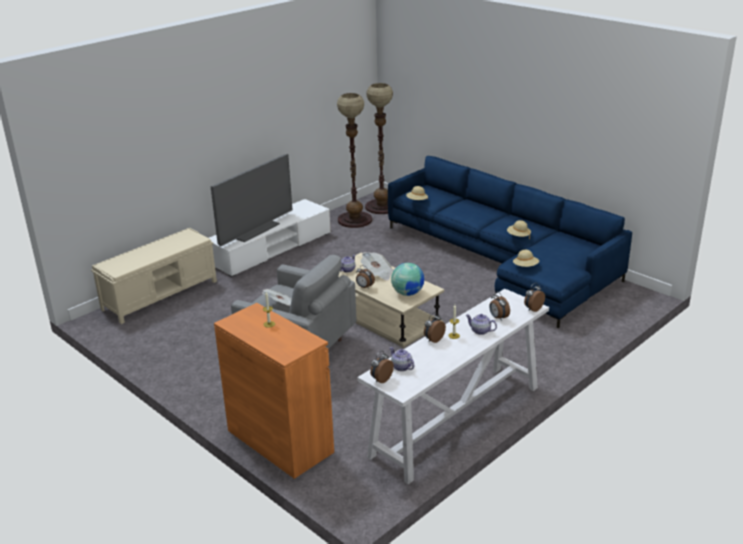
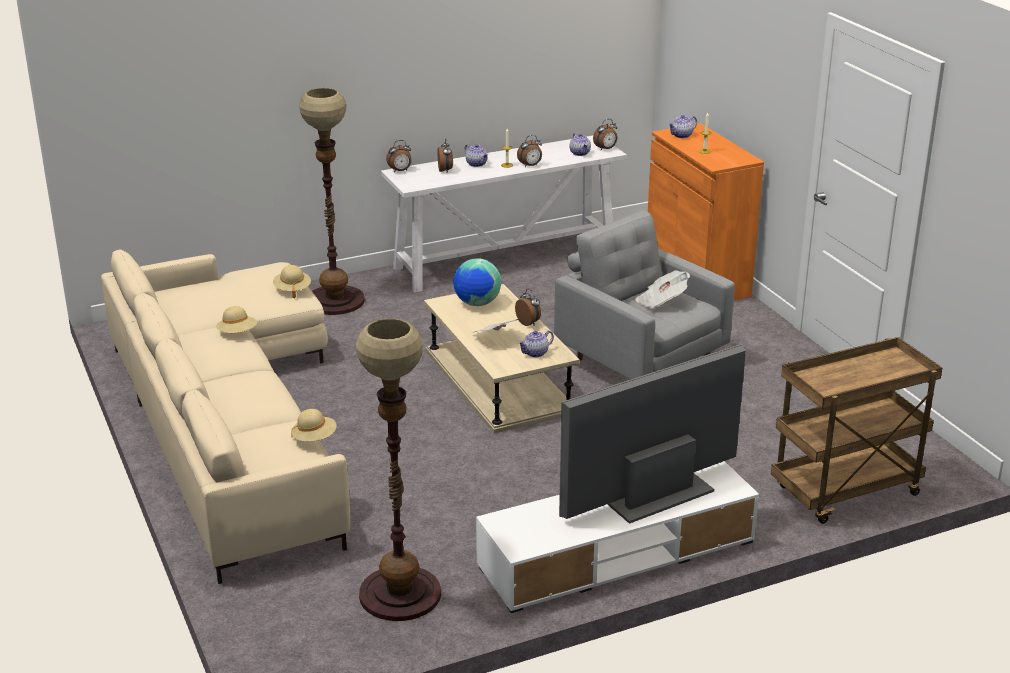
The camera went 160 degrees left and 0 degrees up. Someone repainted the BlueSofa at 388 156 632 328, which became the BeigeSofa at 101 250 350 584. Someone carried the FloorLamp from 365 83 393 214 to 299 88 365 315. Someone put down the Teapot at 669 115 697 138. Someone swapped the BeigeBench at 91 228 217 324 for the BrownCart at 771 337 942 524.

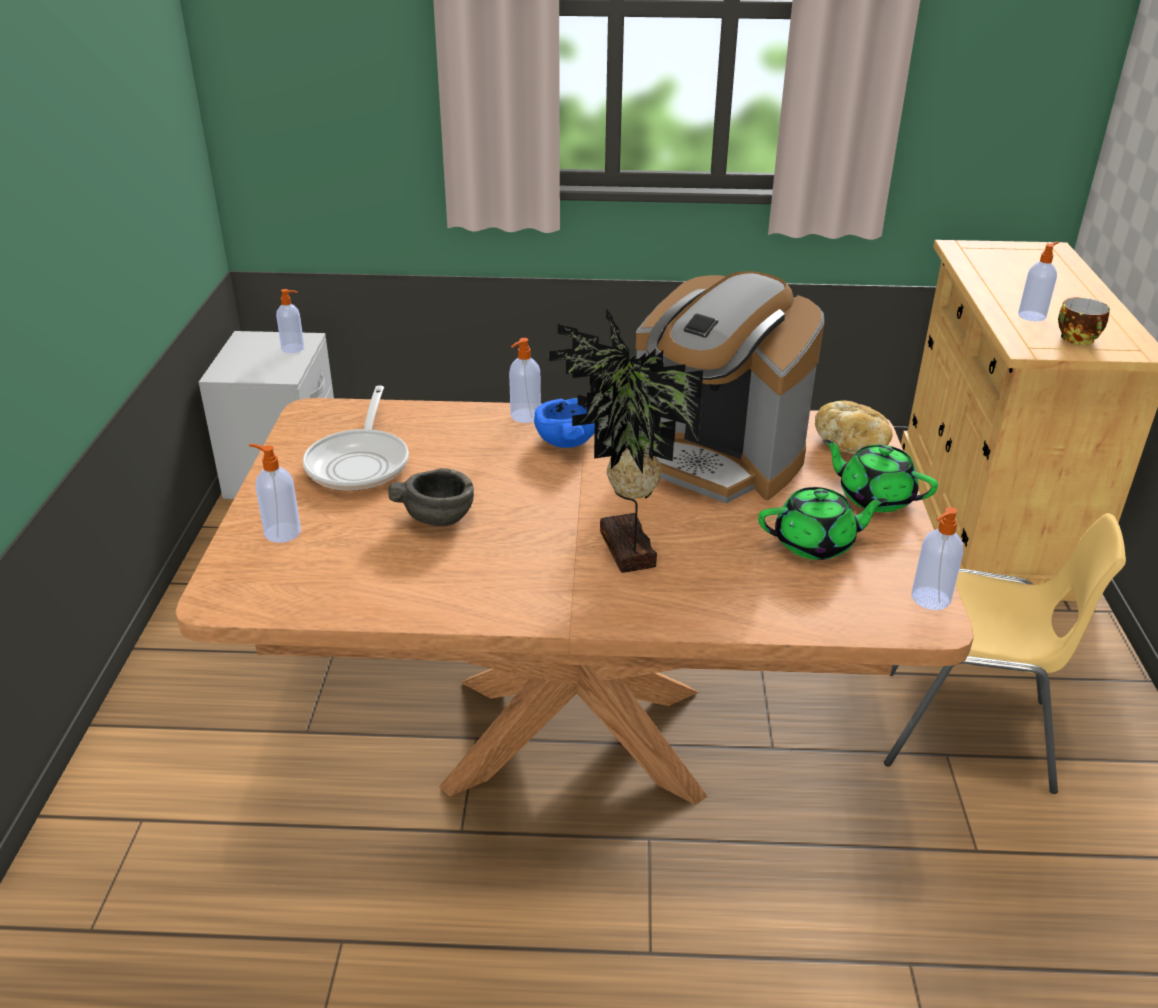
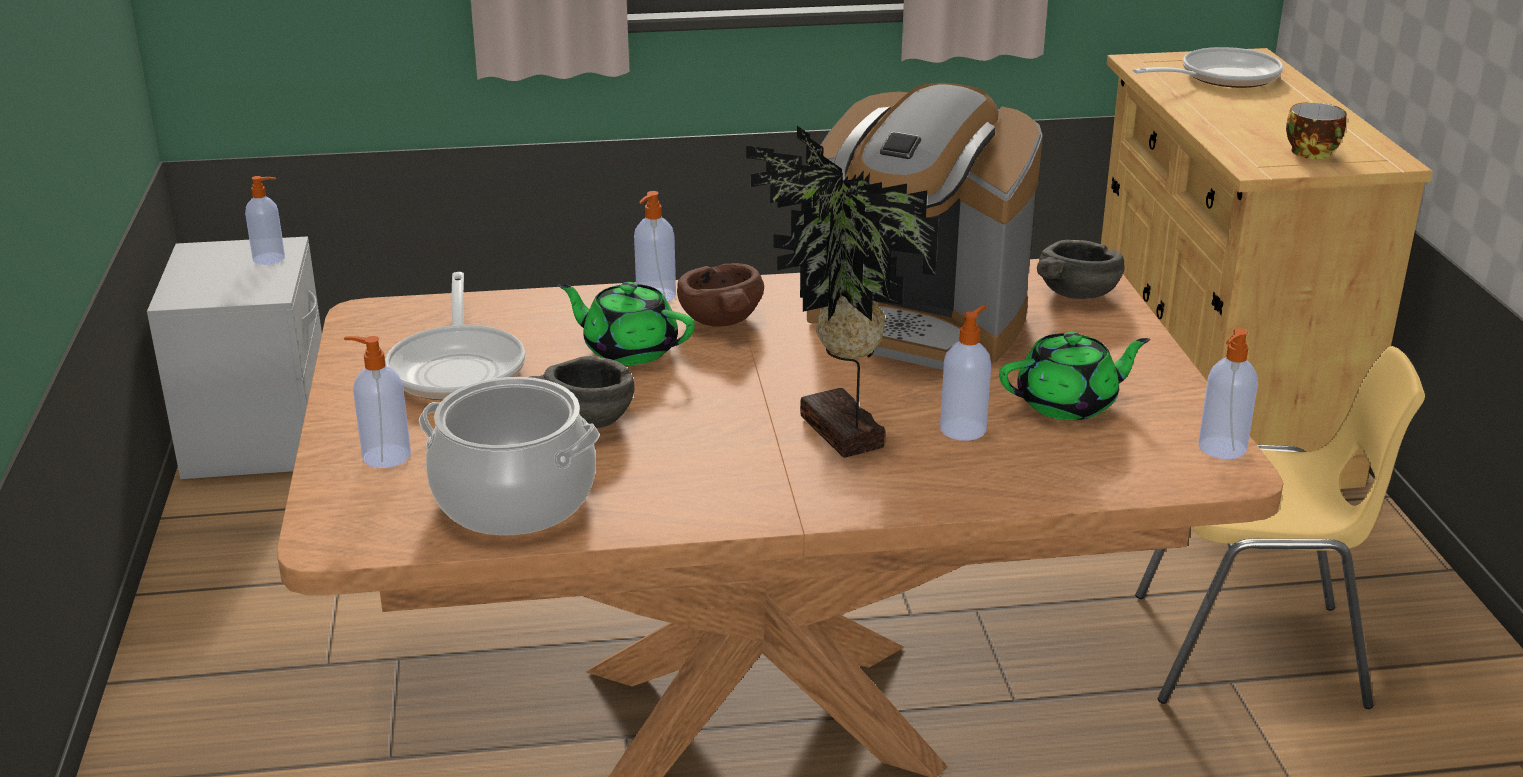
The camera went 10 degrees left and 5 degrees down. Someone put down the CookingPot at 419 377 600 535. Someone carried the GreenTeapot from 823 439 938 512 to 558 282 695 365. Someone repainted the BlueBowl at 534 398 595 448, which became the BrownBowl at 677 263 764 327. Someone carried the SoapDispenser from 1018 241 1059 321 to 940 305 991 441. Someone swapped the Bread at 815 401 893 454 for the GreyBowl at 1037 240 1124 299. Someone put down the FryingPan at 1133 47 1283 88.

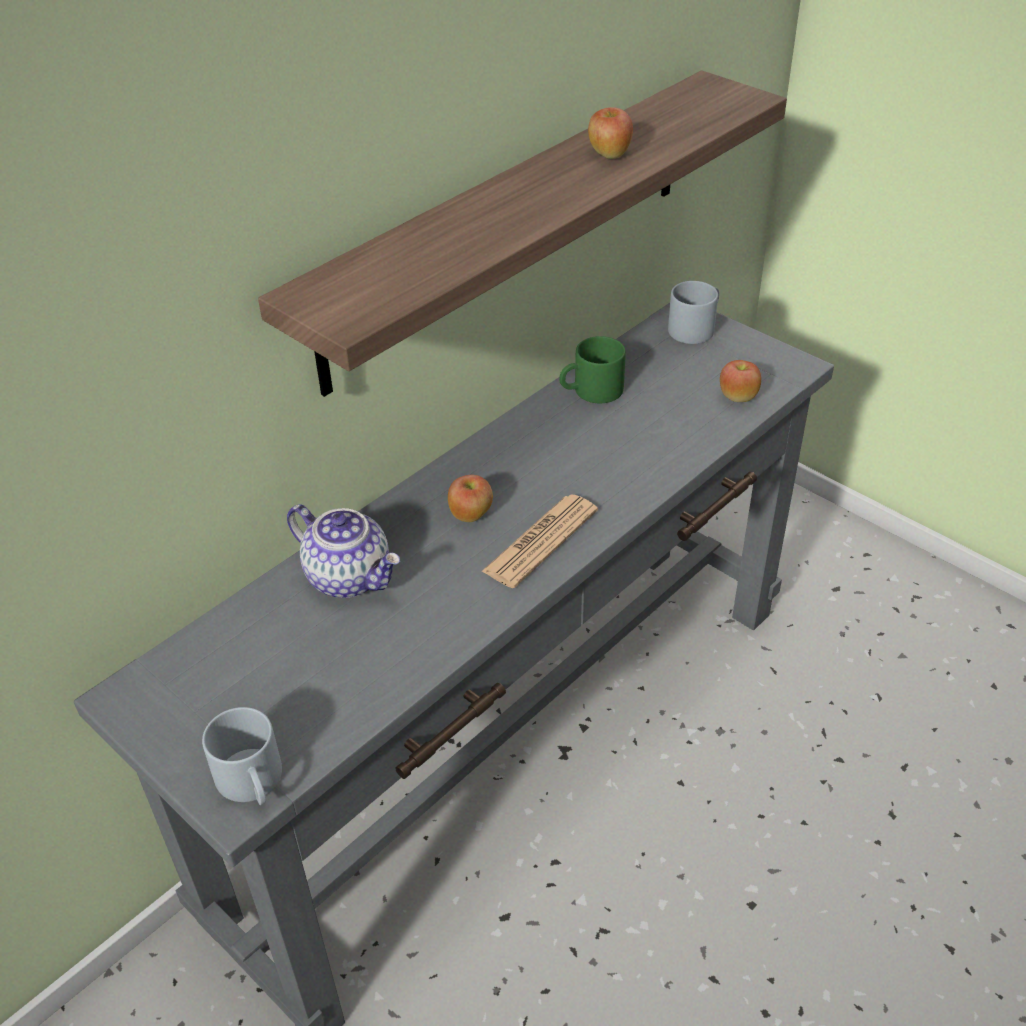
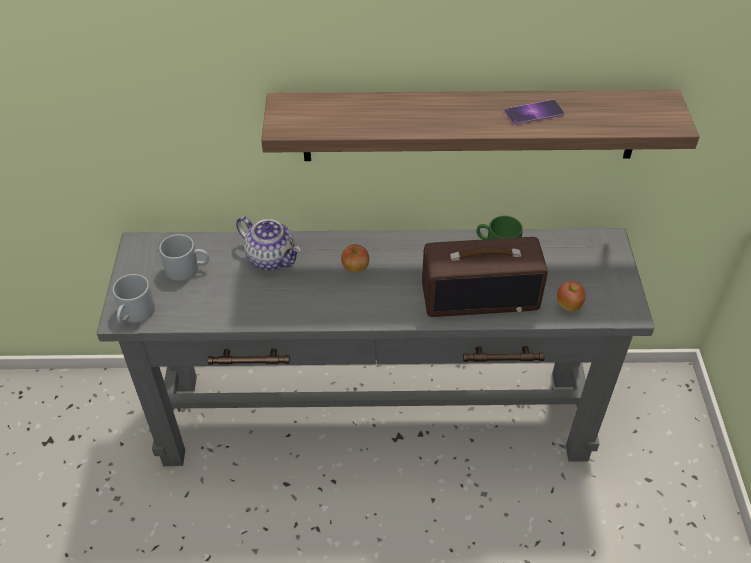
The camera went 45 degrees right and 5 degrees up. Someone carried the GreyMug from 668 281 719 344 to 159 234 209 281. Someone rotated the Teapot at 287 504 400 598 by 45 degrees counterclockwise. Someone put down the Radio at 422 237 548 317. Someone swapped the Apple at 588 107 633 159 for the Phone at 504 100 565 125. Someone took away the Newspaper at 481 494 598 588.

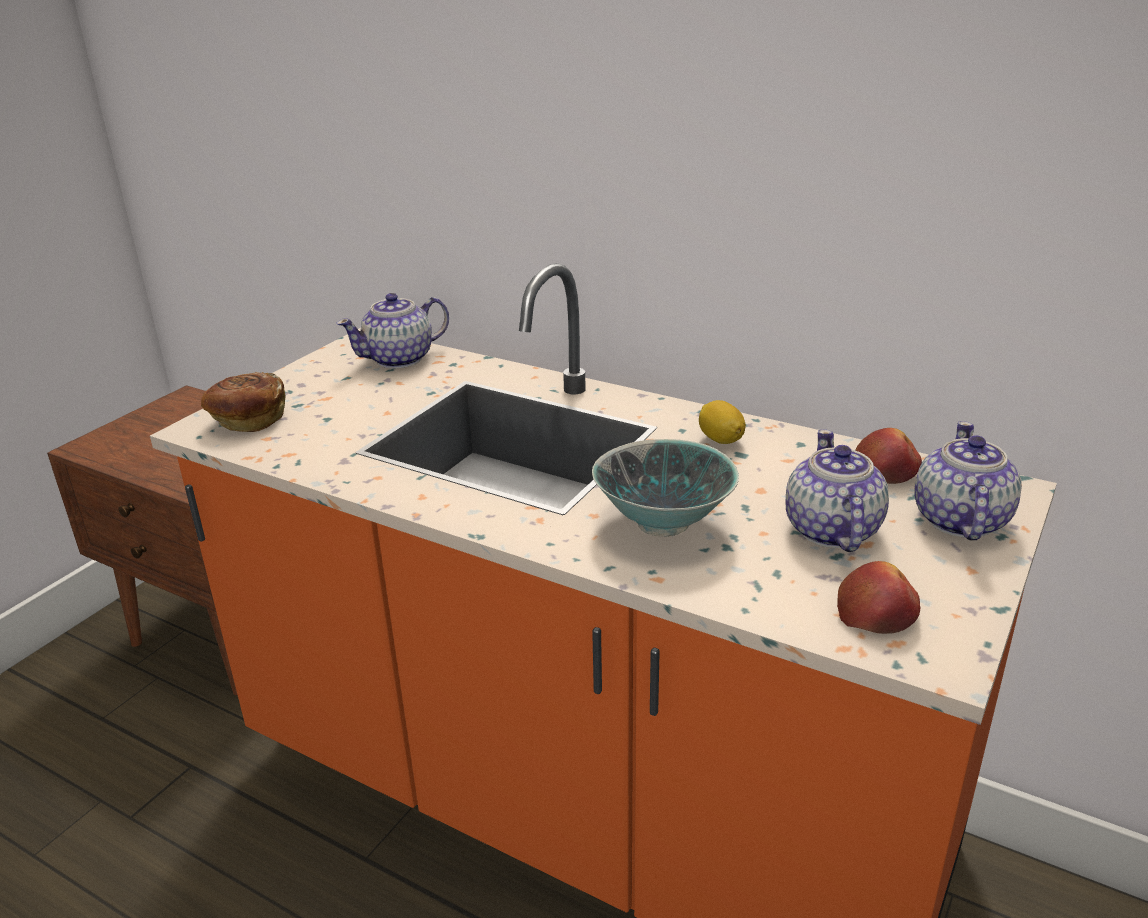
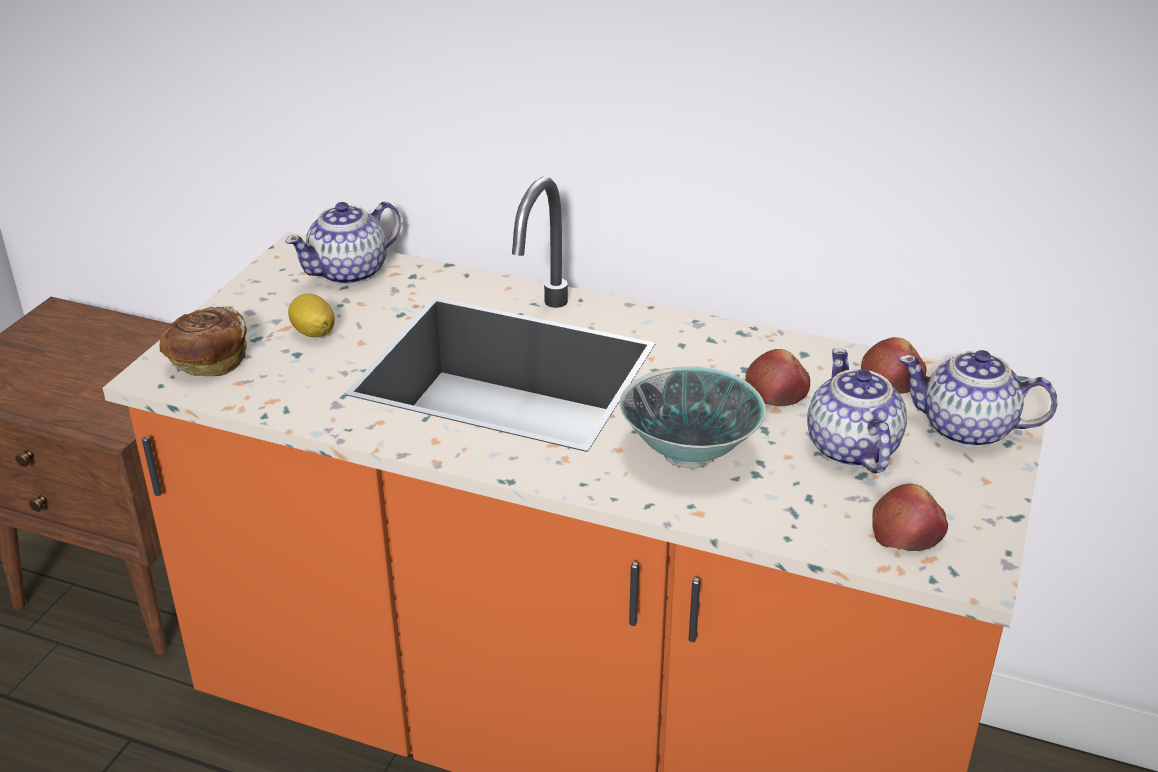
The camera went 10 degrees left and 5 degrees up. Someone carried the Lemon from 699 400 746 444 to 288 293 335 338. Someone put down the Apple at 745 349 810 406. Someone rotated the Teapot at 914 421 1022 540 by 75 degrees counterclockwise.

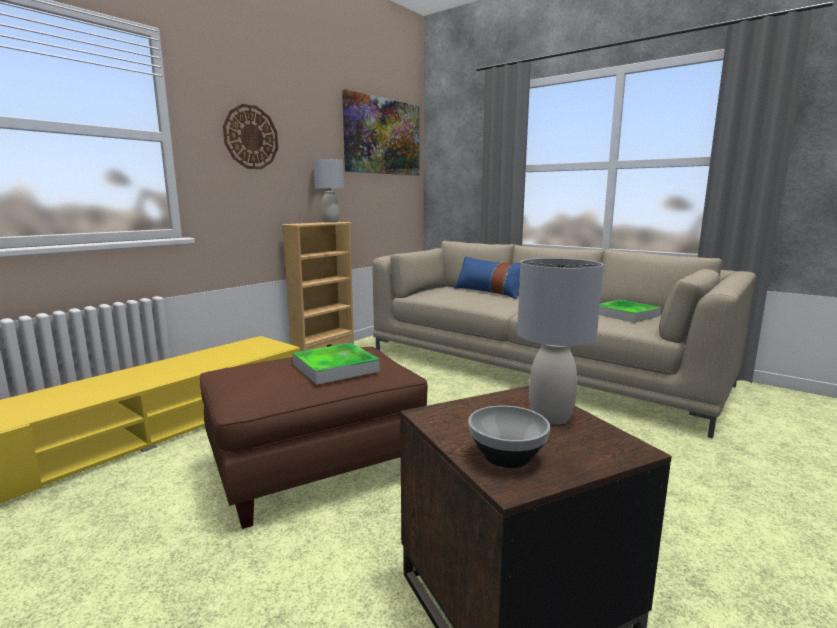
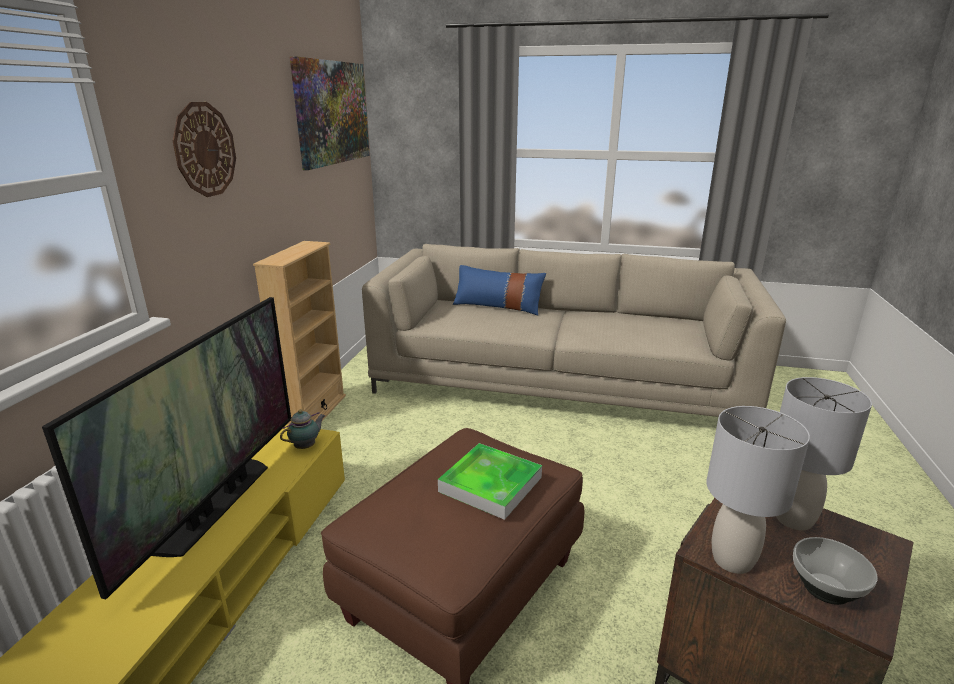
The camera went 25 degrees left and 10 degrees up. Someone put down the Television at 42 297 291 599. Someone put down the Teapot at 280 410 325 449. Someone carried the GreyTableLamp from 313 159 344 223 to 706 406 810 574. Someone took away the Tray at 599 300 662 323.

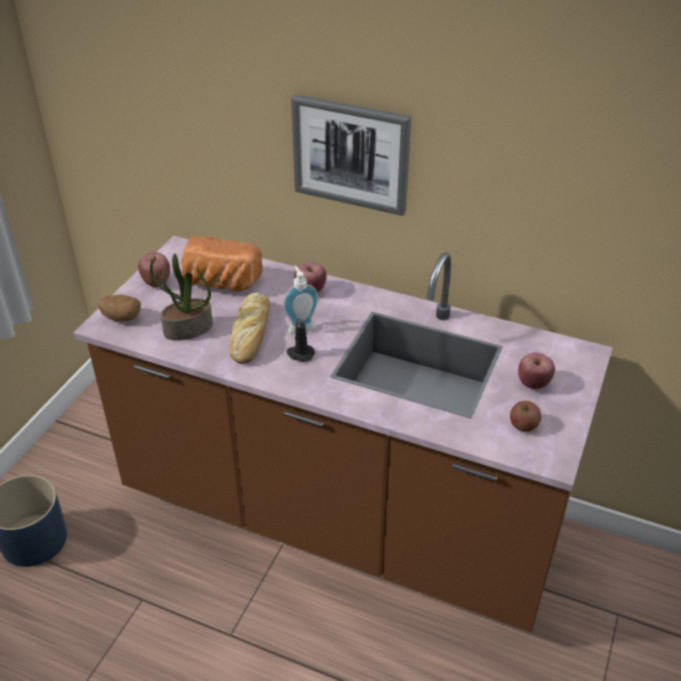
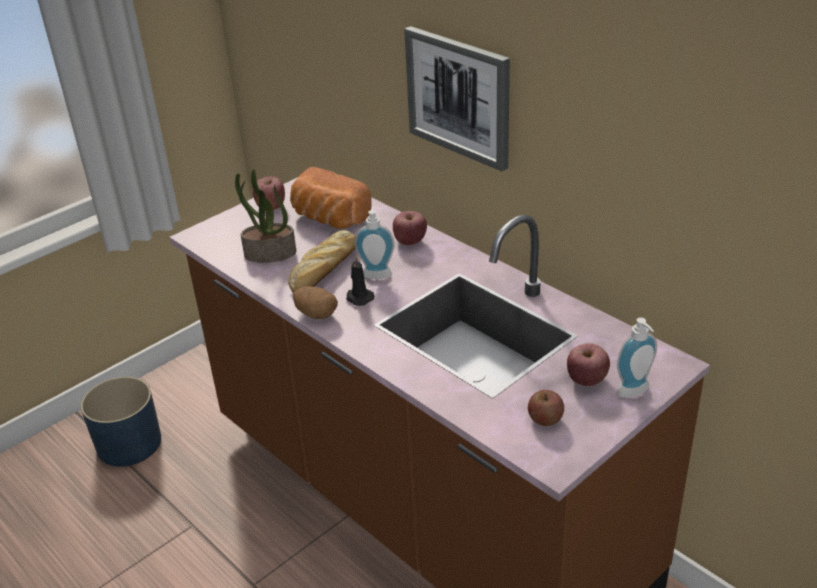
The camera went 25 degrees right and 5 degrees down. Someone carried the Potato from 98 295 141 322 to 293 286 338 319. Someone put down the SoapDispenser at 617 318 657 398.

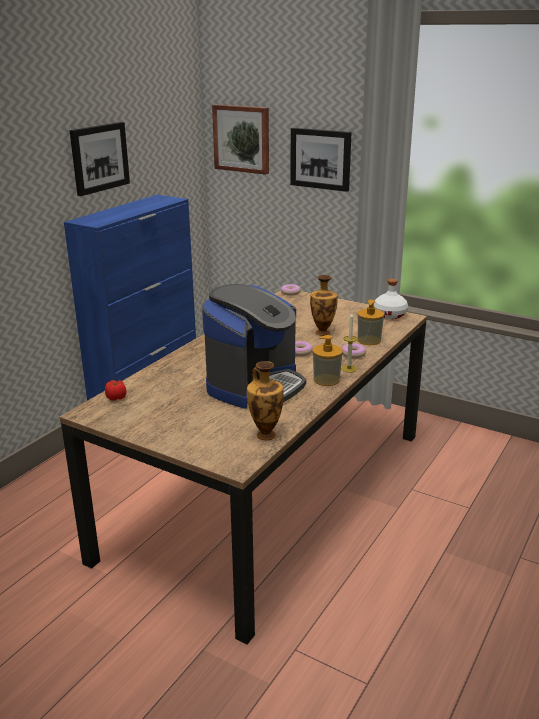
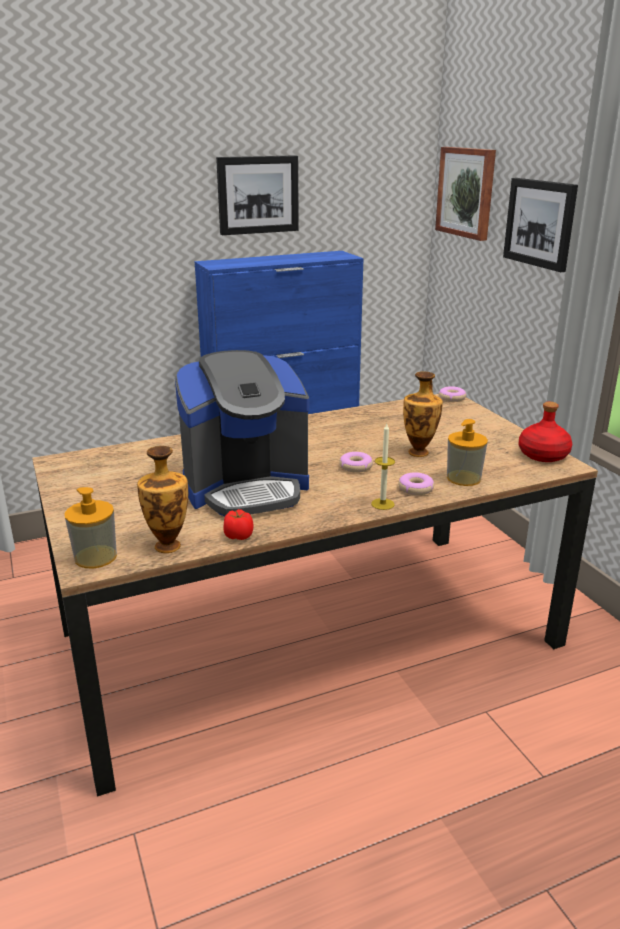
The camera went 35 degrees right and 0 degrees up. Someone carried the SoapDispenser from 313 335 343 386 to 64 487 117 568. Someone carried the Tomato from 105 380 126 401 to 223 509 254 540. Someone repainted the WhiteBottle at 374 279 408 319, which became the RedBottle at 519 402 572 462.

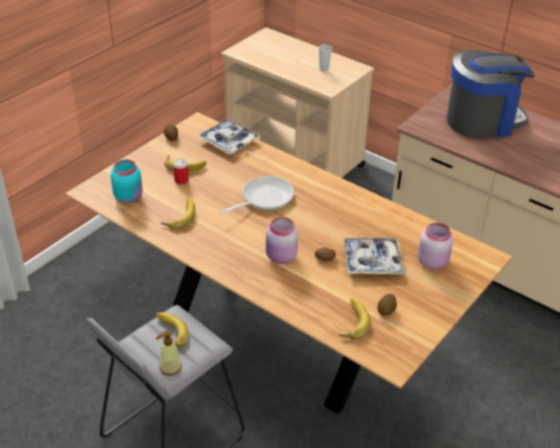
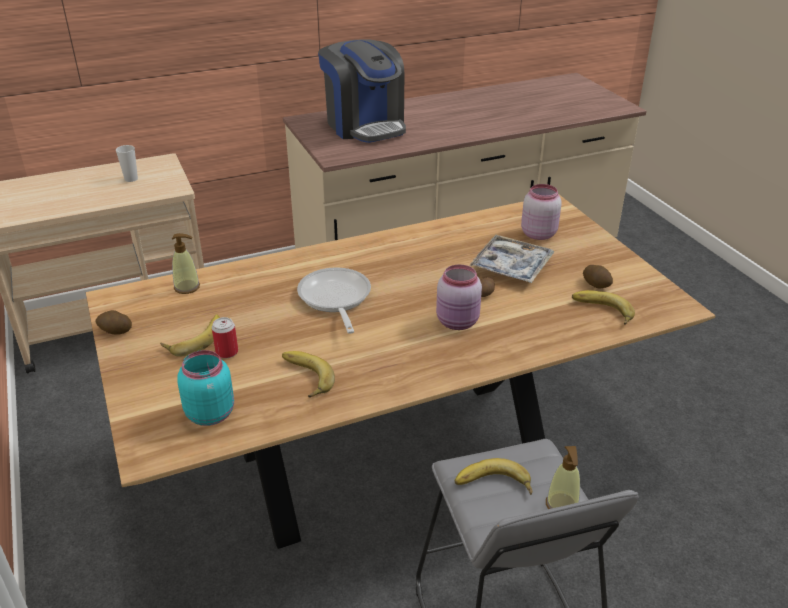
The camera went 60 degrees left and 5 degrees down. Someone swapped the Tray at 198 118 262 154 for the SoapDispenser at 172 233 200 294. Someone rotated the CoffeeMachine at 447 50 535 138 by 135 degrees clockwise.

